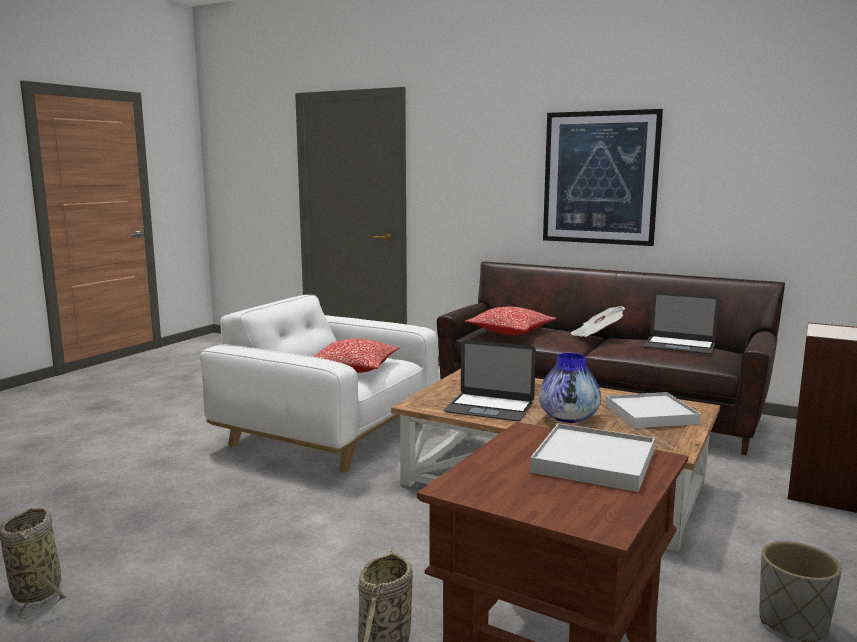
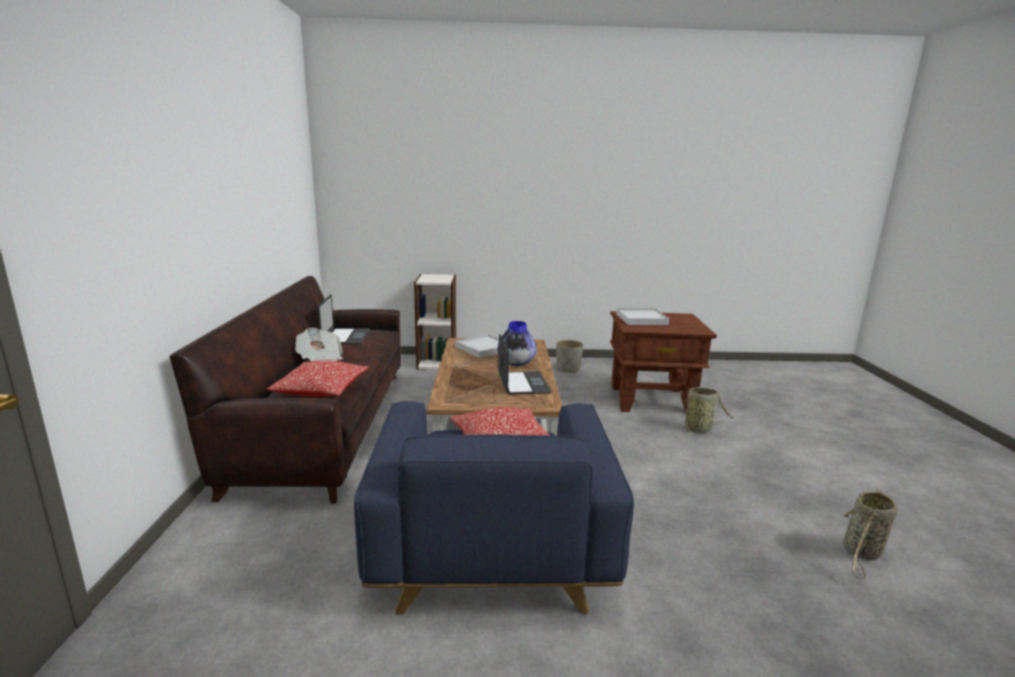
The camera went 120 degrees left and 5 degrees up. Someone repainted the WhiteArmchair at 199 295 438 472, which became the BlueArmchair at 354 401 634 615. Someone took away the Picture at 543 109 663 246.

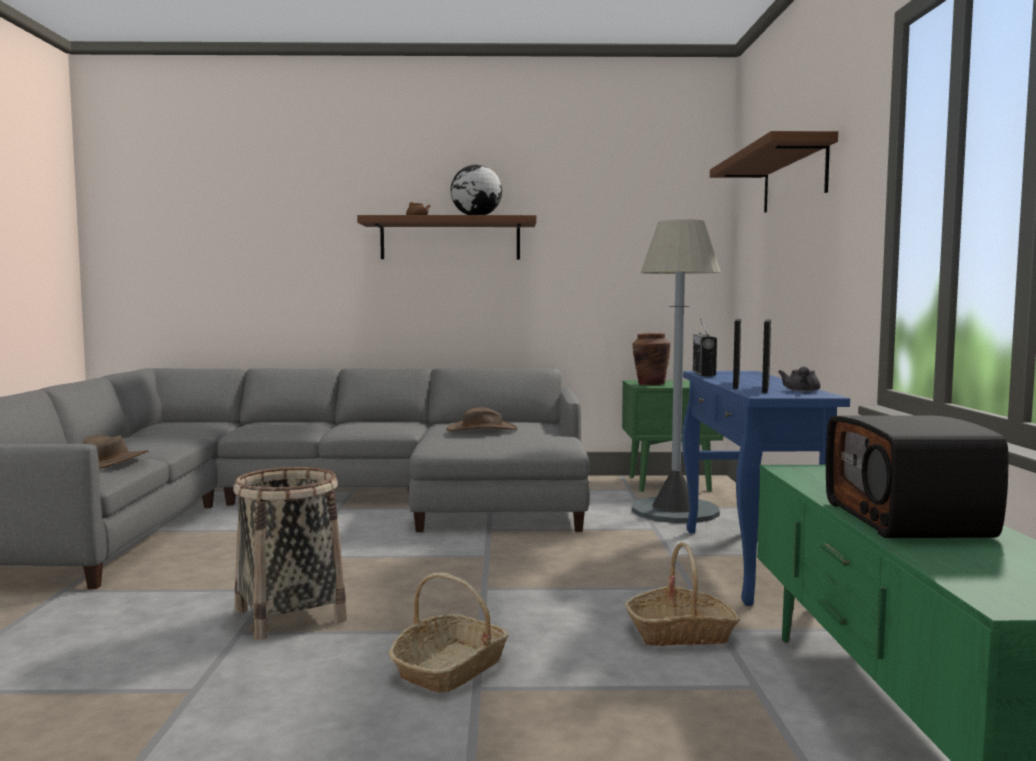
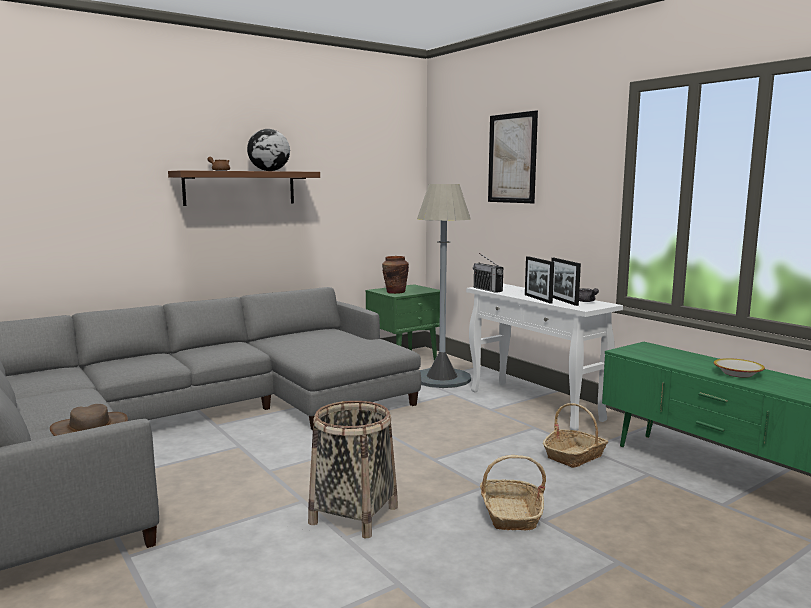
The camera went 35 degrees left and 5 degrees up. Someone repainted the BlueConsoleTable at 682 371 850 606, which became the WhiteConsoleTable at 466 284 623 431. Someone swapped the BrownShelf at 710 131 838 213 for the Picture at 488 110 538 203. Someone swapped the Radio at 826 415 1008 538 for the Bowl at 714 358 765 378. Someone took away the BrownHat at 446 407 518 431.

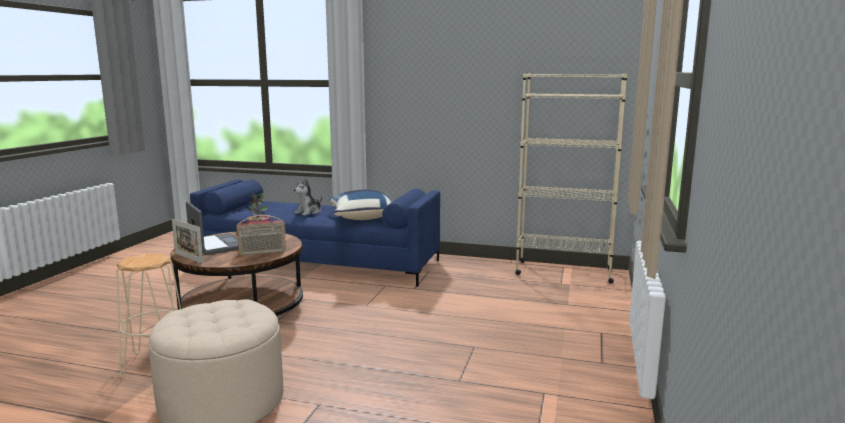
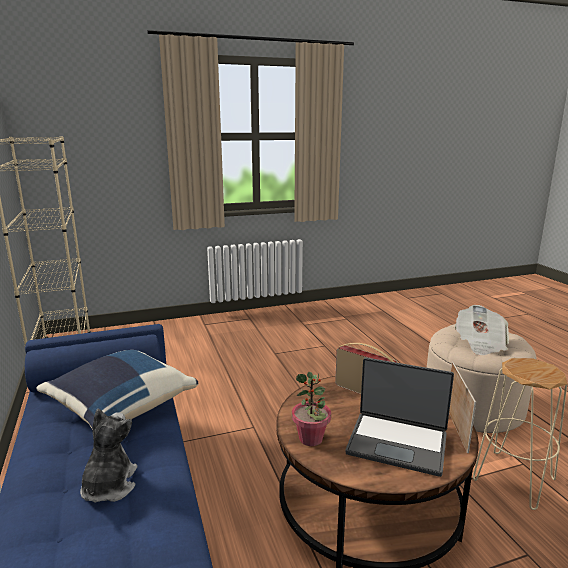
The camera went 125 degrees left and 5 degrees up. Someone rotated the PlushToy at 294 178 322 216 by 90 degrees counterclockwise. Someone rotated the Laptop at 186 201 239 255 by 90 degrees counterclockwise. Someone put down the Newspaper at 455 305 509 355.

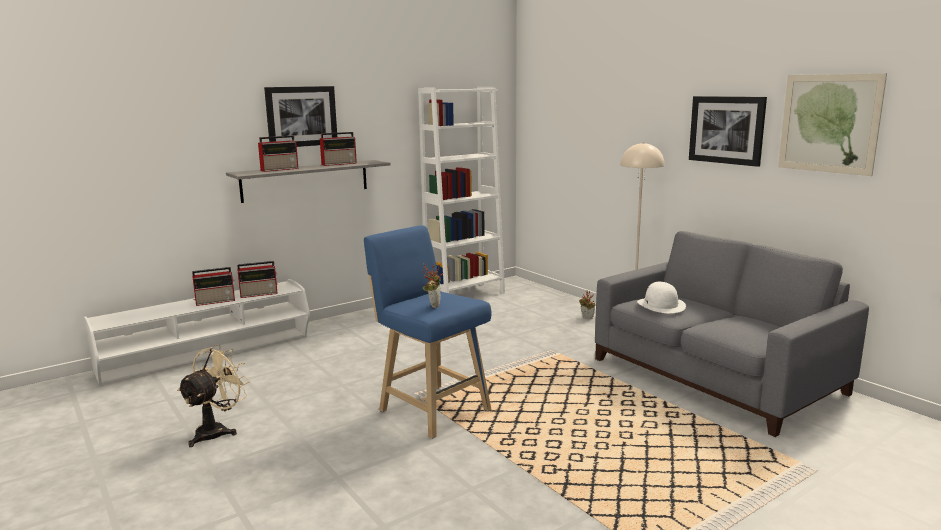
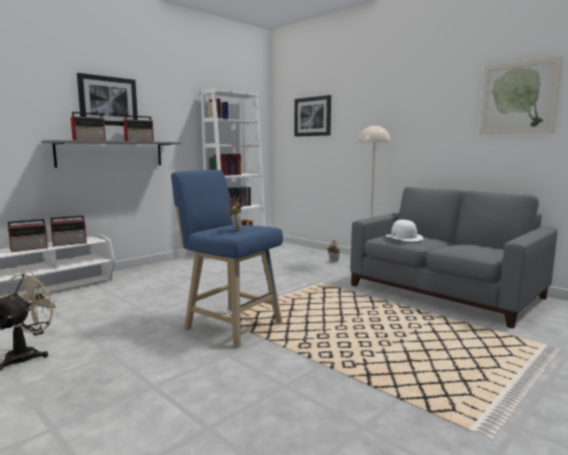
The camera went 10 degrees left and 5 degrees down. Someone carried the Picture from 689 96 767 167 to 294 95 331 137.

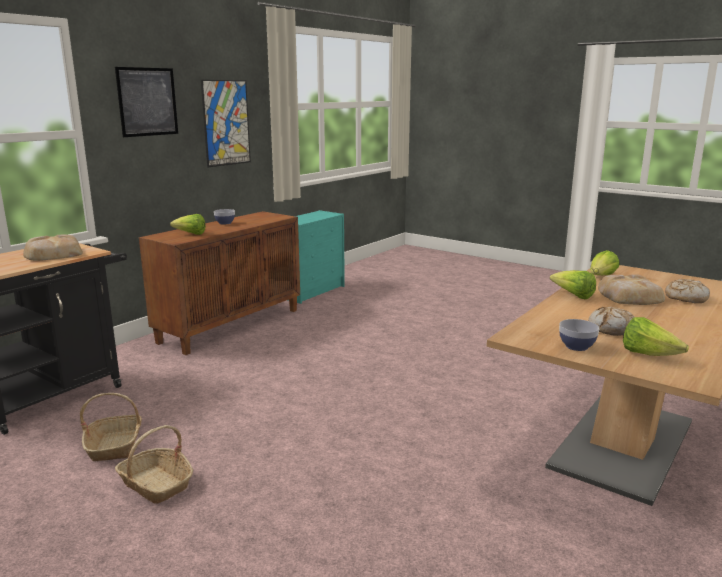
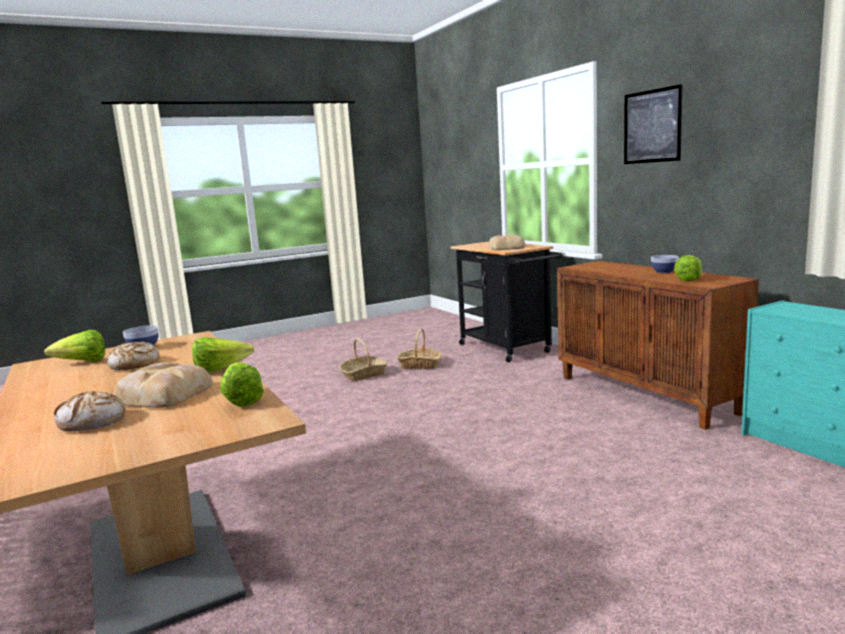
The camera went 115 degrees right and 5 degrees down. Someone carried the Lettuce from 170 214 206 235 to 674 255 702 281. Someone took away the Picture at 201 80 251 167.

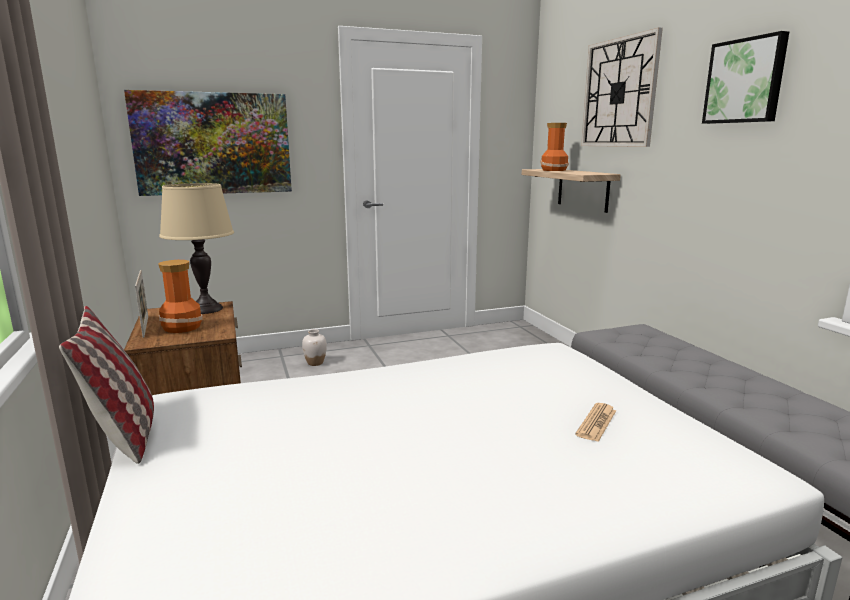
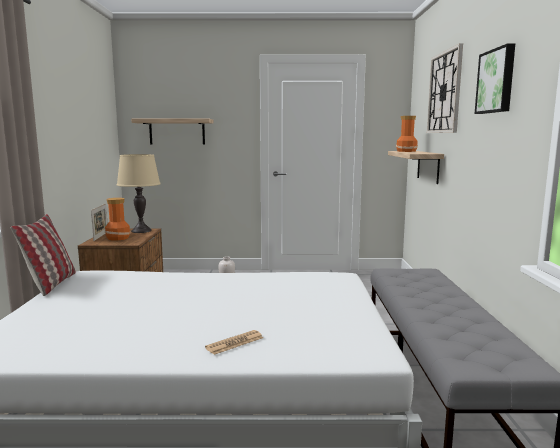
The camera went 20 degrees right and 5 degrees down. Someone swapped the Picture at 124 90 292 196 for the Shelf at 131 119 214 145. Someone carried the Newspaper from 575 403 616 442 to 205 330 263 355.

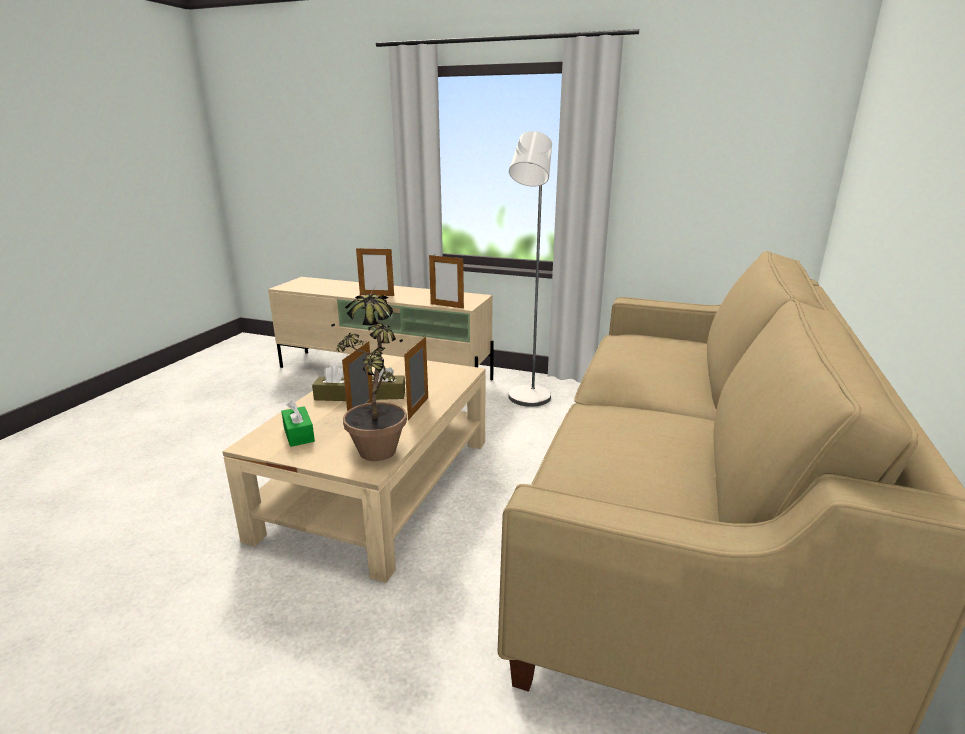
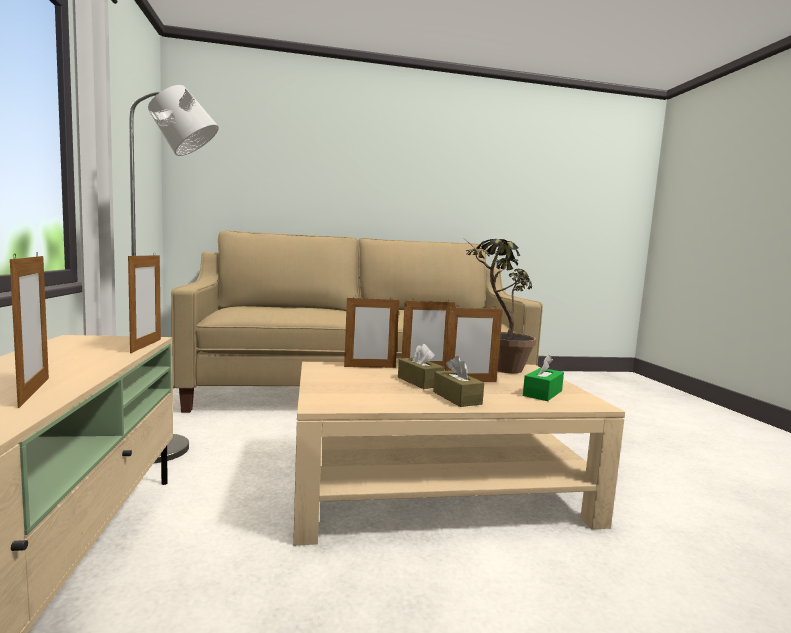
The camera went 120 degrees left and 15 degrees down. Someone put down the PictureFrame at 344 296 399 368.

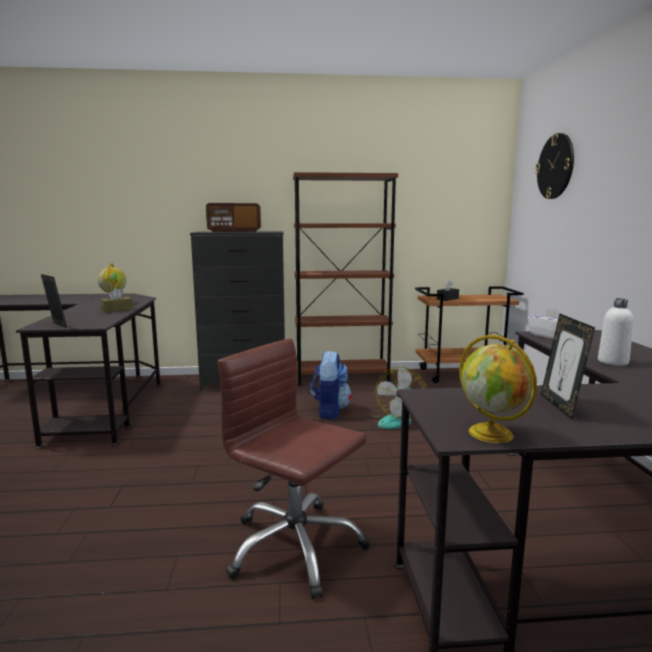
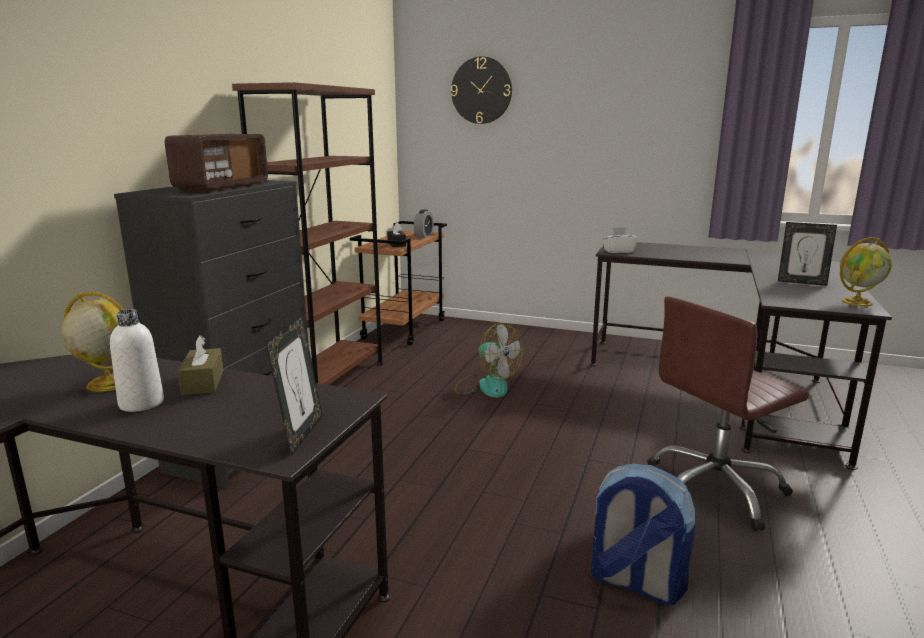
The camera went 65 degrees left and 5 degrees up. Someone carried the WhiteBottle from 598 298 633 366 to 110 309 164 412. Someone rotated the PictureFrame at 41 274 67 328 by 120 degrees clockwise. Someone put down the AlarmClock at 414 209 434 238. Someone carried the Backpack from 309 350 352 420 to 591 464 695 605.

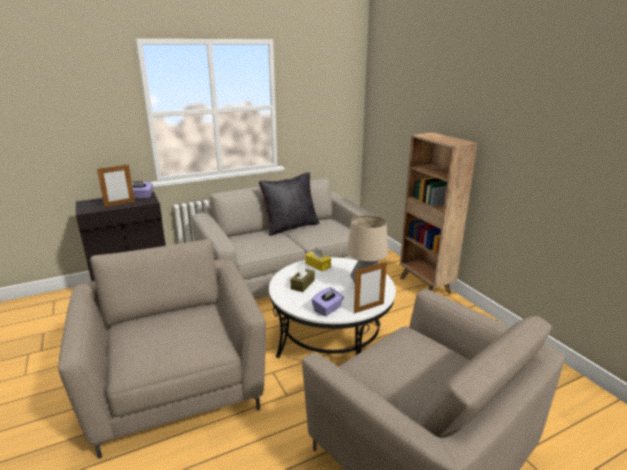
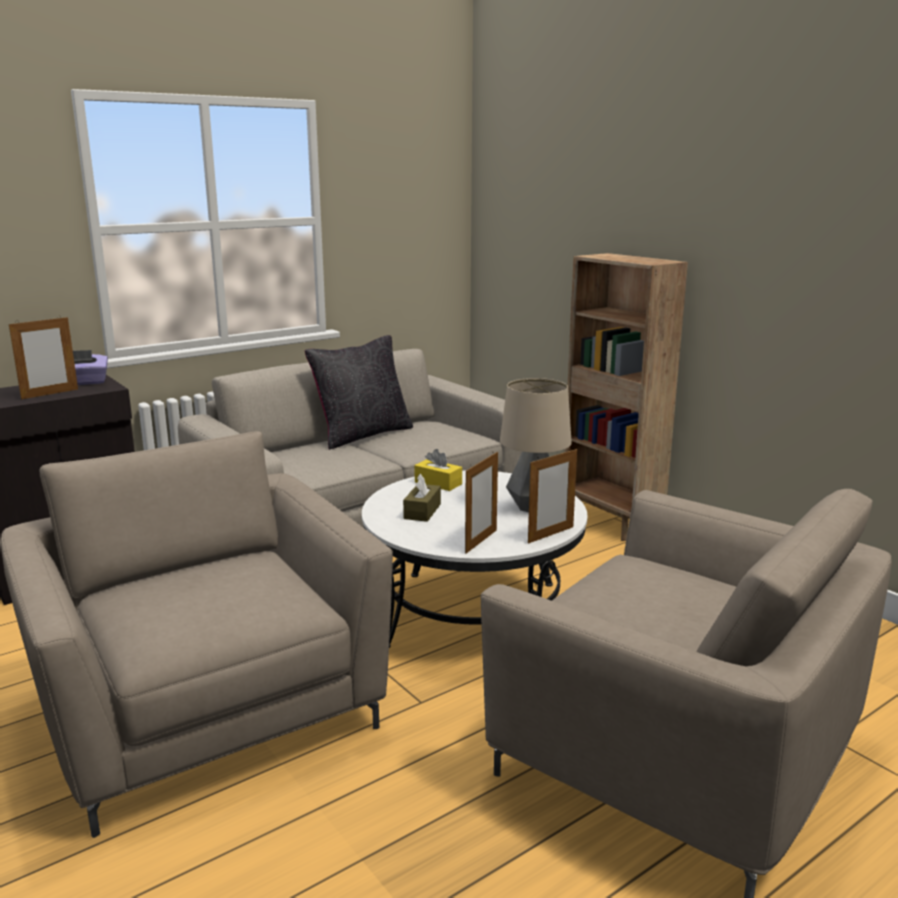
The camera went 10 degrees left and 5 degrees down. Someone swapped the PurpleTissueBox at 312 287 344 316 for the PictureFrame at 465 452 498 554.

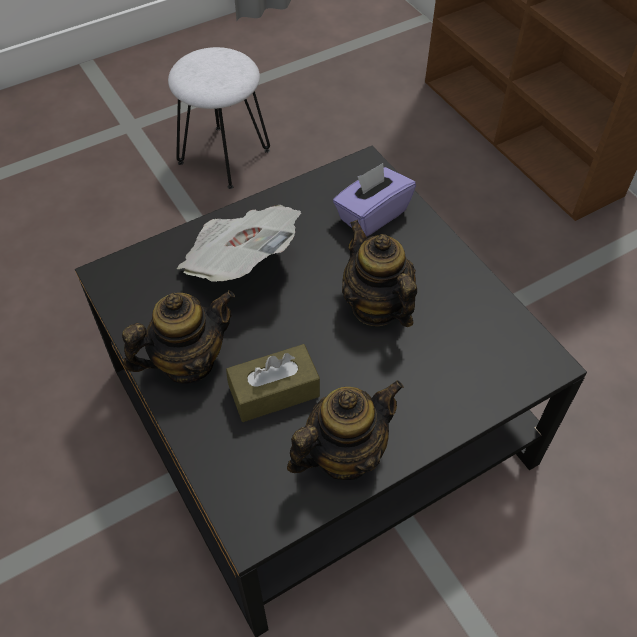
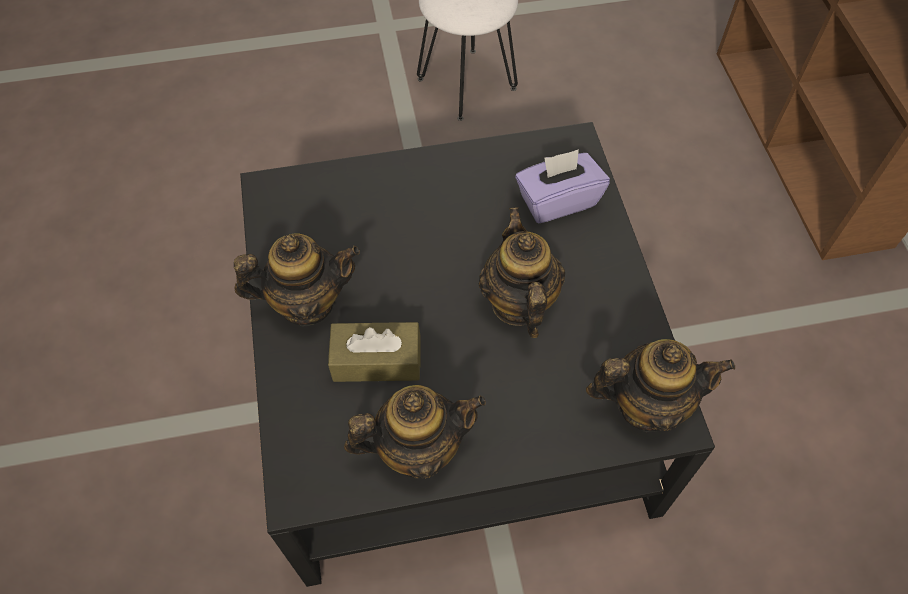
The camera went 20 degrees right and 5 degrees up. Someone put down the Teapot at 586 339 735 432. Someone took away the Newspaper at 176 205 301 282.

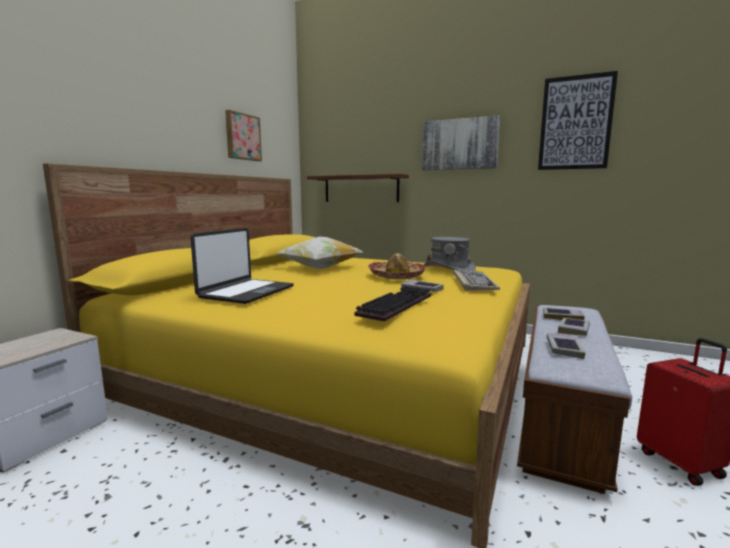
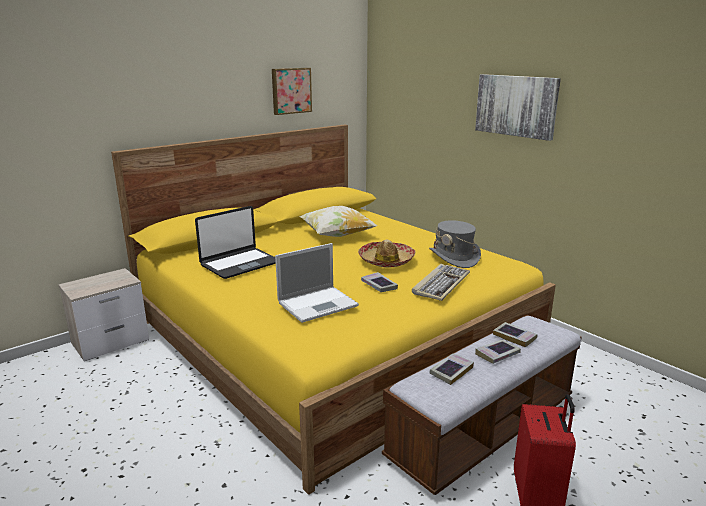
The camera went 25 degrees right and 10 degrees up. Someone swapped the Keyboard at 354 286 431 321 for the Laptop at 275 243 359 323. Someone took away the BrownShelf at 307 174 409 202. Someone took away the Picture at 538 71 618 170.

